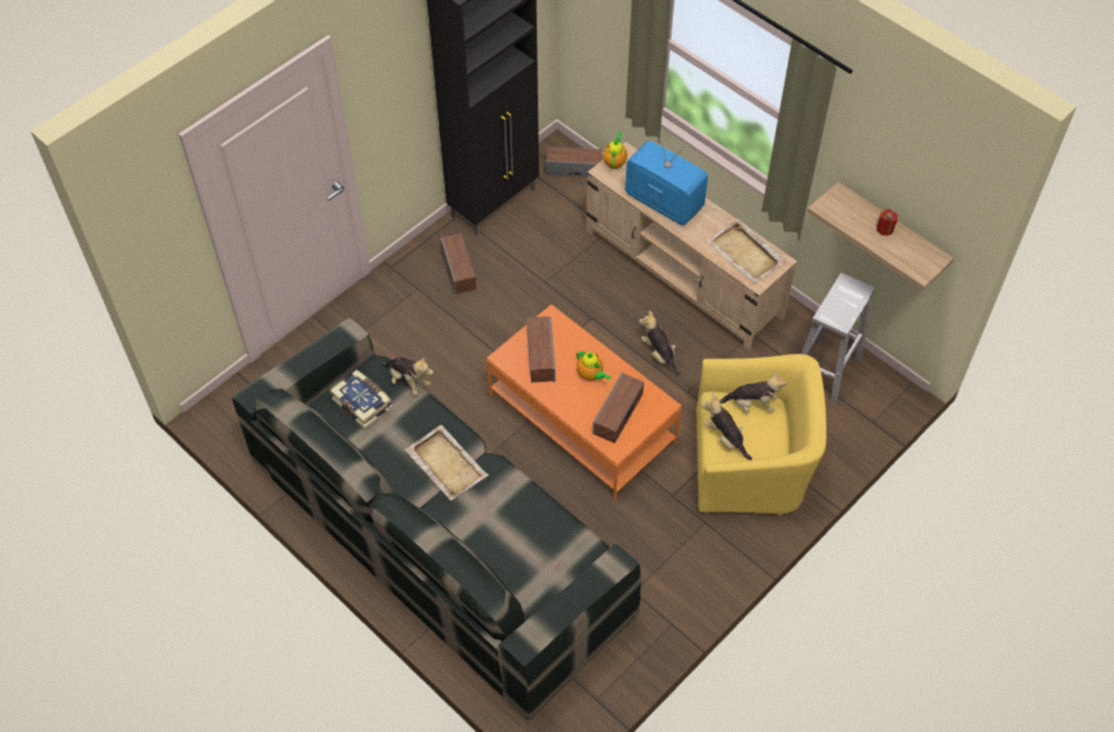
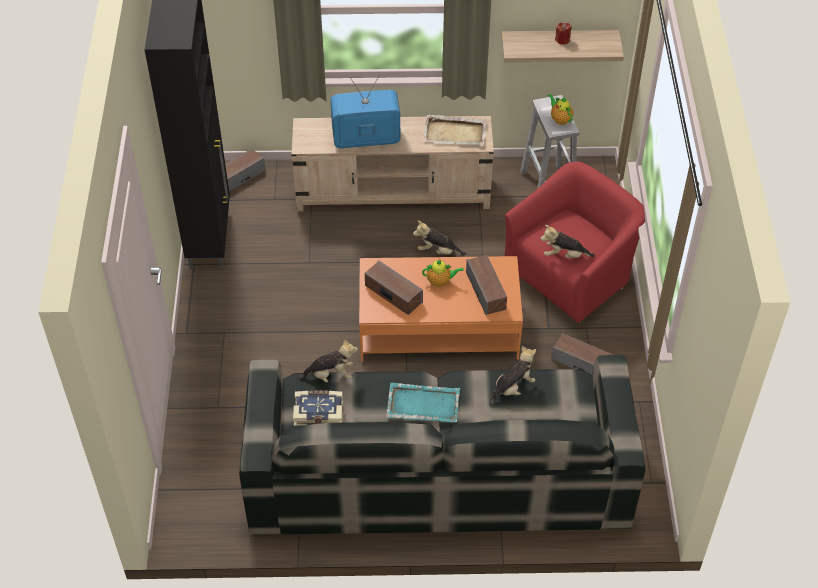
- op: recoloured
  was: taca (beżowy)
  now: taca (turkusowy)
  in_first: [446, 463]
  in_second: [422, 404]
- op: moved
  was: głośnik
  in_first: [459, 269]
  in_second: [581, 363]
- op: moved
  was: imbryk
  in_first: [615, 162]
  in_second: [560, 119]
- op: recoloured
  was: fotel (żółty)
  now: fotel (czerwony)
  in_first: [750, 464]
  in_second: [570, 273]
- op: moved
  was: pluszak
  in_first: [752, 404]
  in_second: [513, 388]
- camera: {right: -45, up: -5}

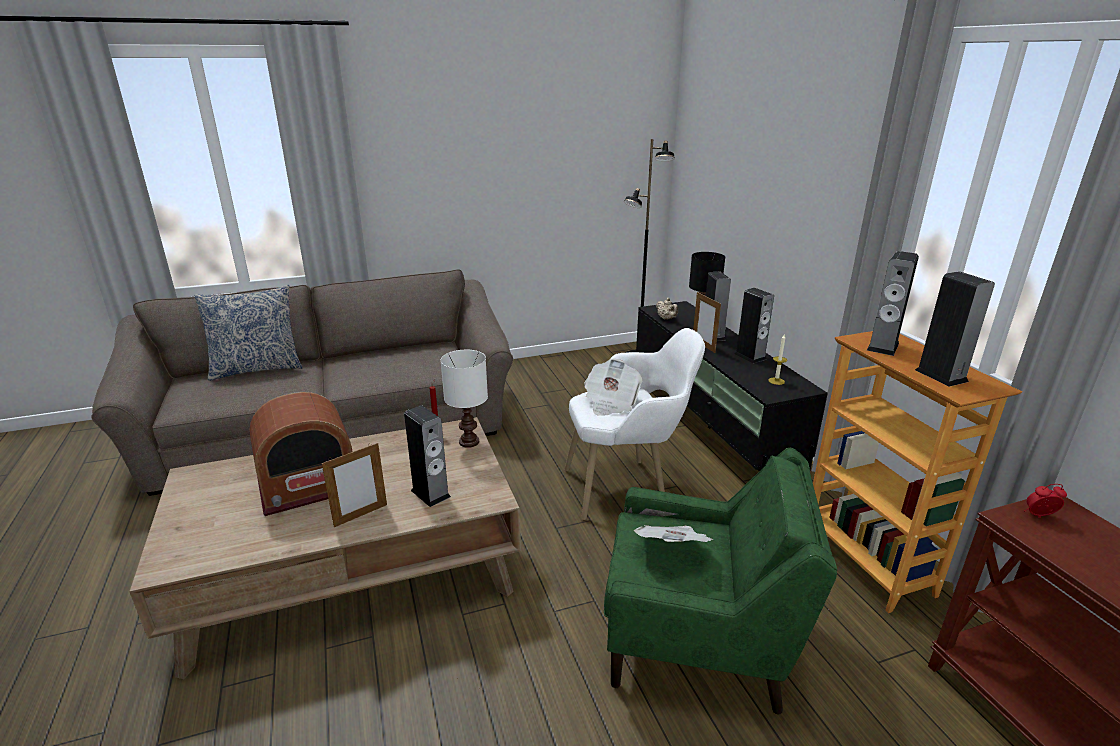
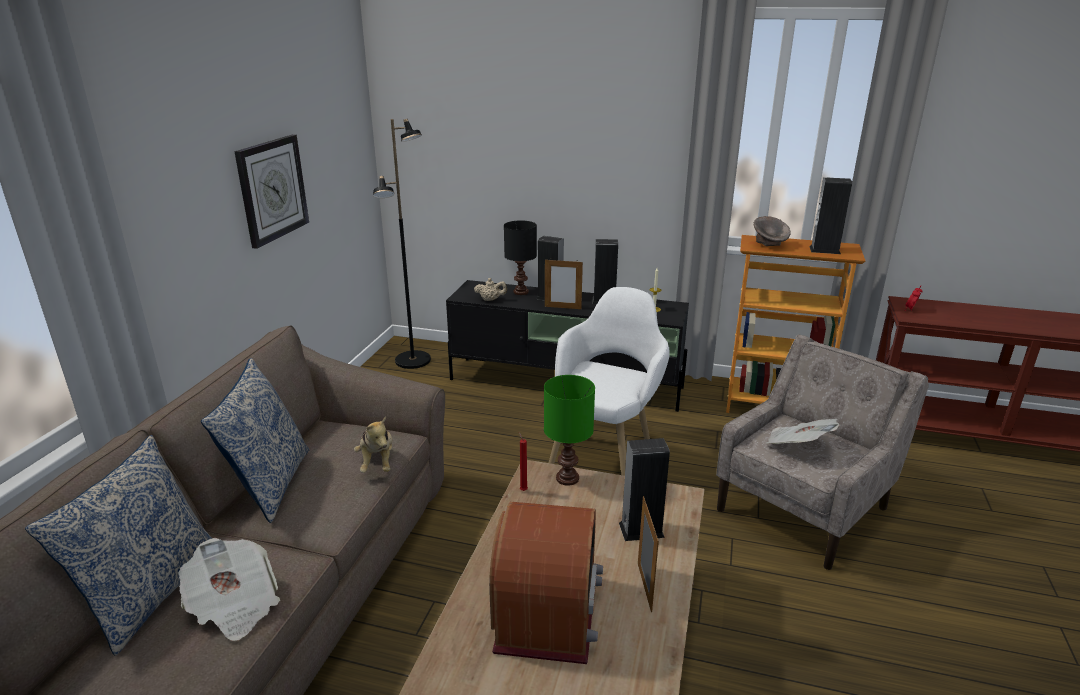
- op: recoloured
  was: lampa stołowa (biały)
  now: lampa stołowa (zielony)
  in_first: [469, 442]
  in_second: [568, 478]
- op: moved
  was: gazeta
  in_first: [611, 402]
  in_second: [234, 606]
- op: recoloured
  was: fotel (zielony)
  now: fotel (beżowy)
  in_first: [698, 639]
  in_second: [803, 508]
- op: replaced
  was: głośnik
  now: miska (szary)
  in_first: [883, 346]
  in_second: [769, 246]
- op: added
  now: poduszka
  in_second: [270, 484]
- op: added
  now: zegar ścienny
  in_second: [272, 189]
- op: added
  now: pluszak
  in_second: [377, 462]
- camera: {right: -55, up: 0}

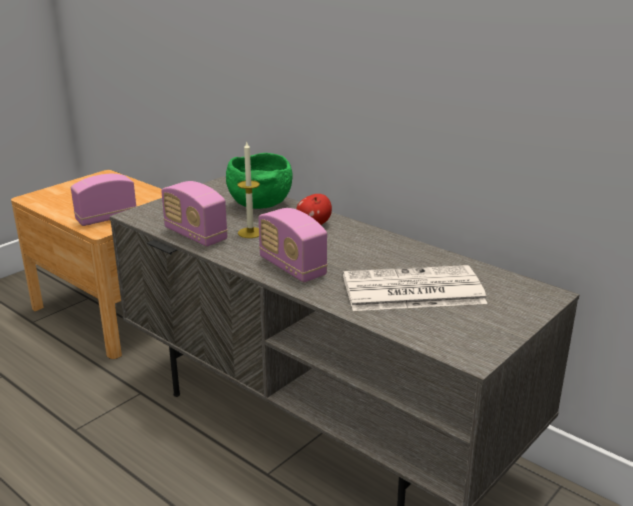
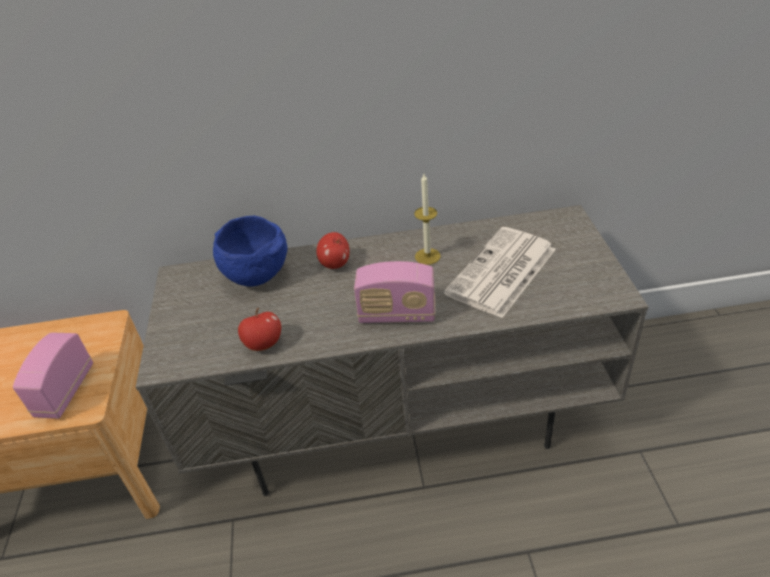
- op: replaced
  was: radio
  now: jabłko
  in_first: [195, 235]
  in_second: [263, 344]
- op: recoloured
  was: miska (zielony)
  now: miska (niebieski)
  in_first: [259, 204]
  in_second: [255, 275]
- op: moved
  was: świeca
  in_first: [250, 232]
  in_second: [427, 256]
- camera: {right: -45, up: 15}

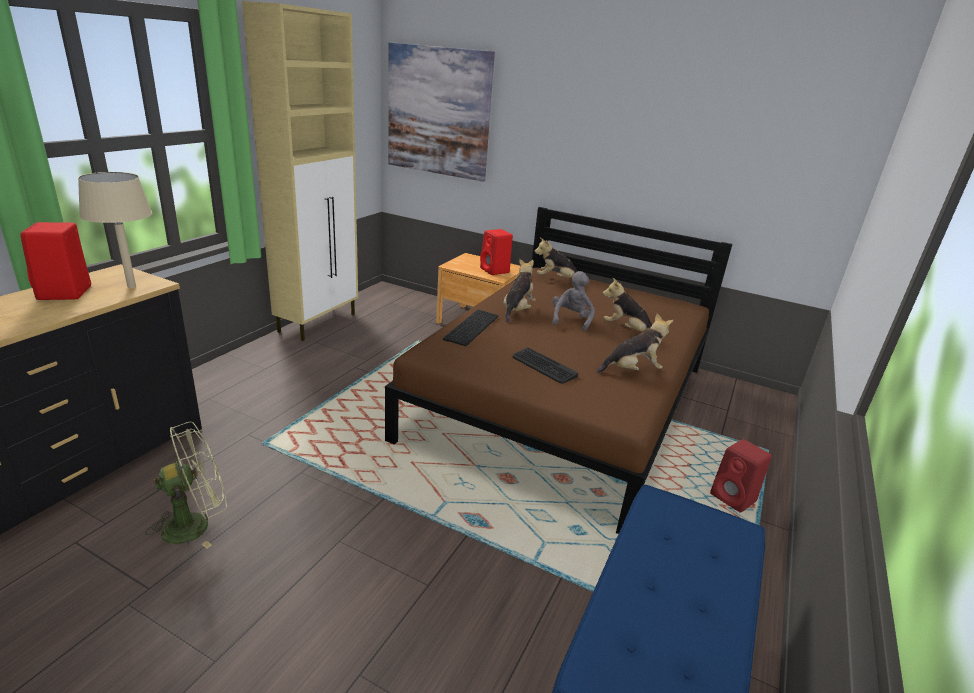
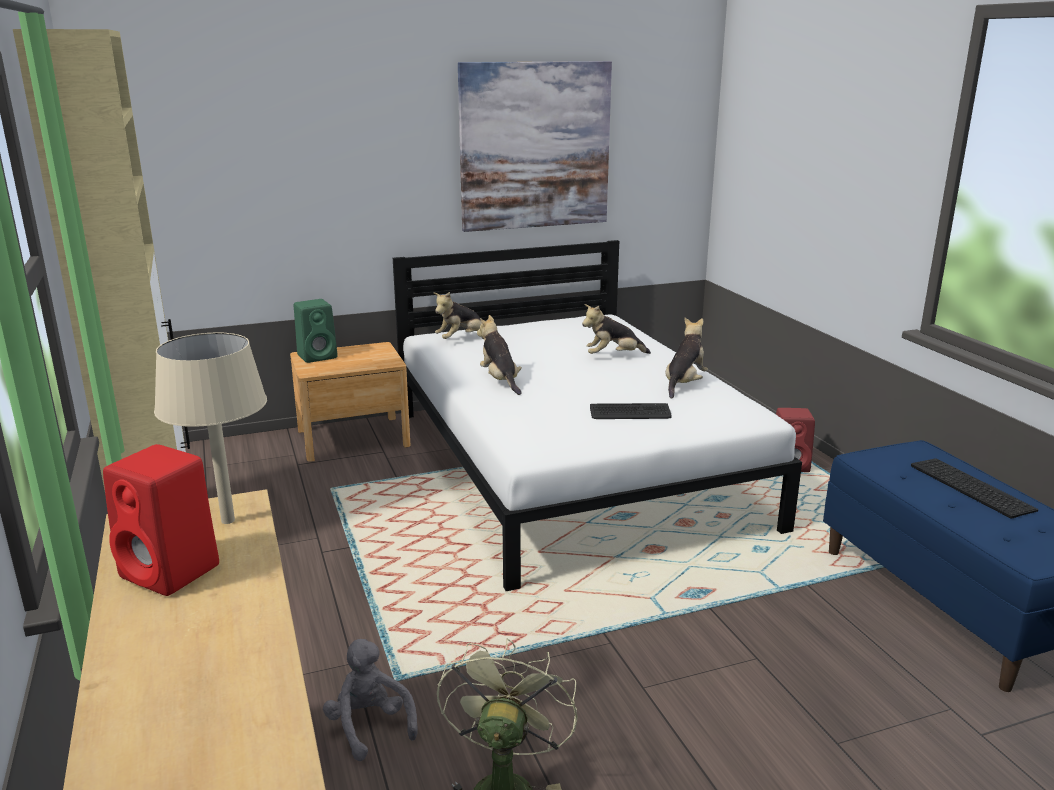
- op: recoloured
  was: łóżko (brązowy)
  now: łóżko (biały)
  in_first: [563, 401]
  in_second: [571, 467]
- op: moved
  was: obraz
  in_first: [438, 112]
  in_second: [535, 146]
- op: moved
  was: klawiatura
  in_first: [471, 326]
  in_second: [968, 487]
- op: removed
  was: głośnik (czerwony)
  in_first: [495, 271]
- op: moved
  was: pluszak (szary)
  in_first: [571, 320]
  in_second: [370, 726]
- op: added
  now: głośnik (zielony)
  in_second: [318, 356]
- camera: {right: -45, up: -5}

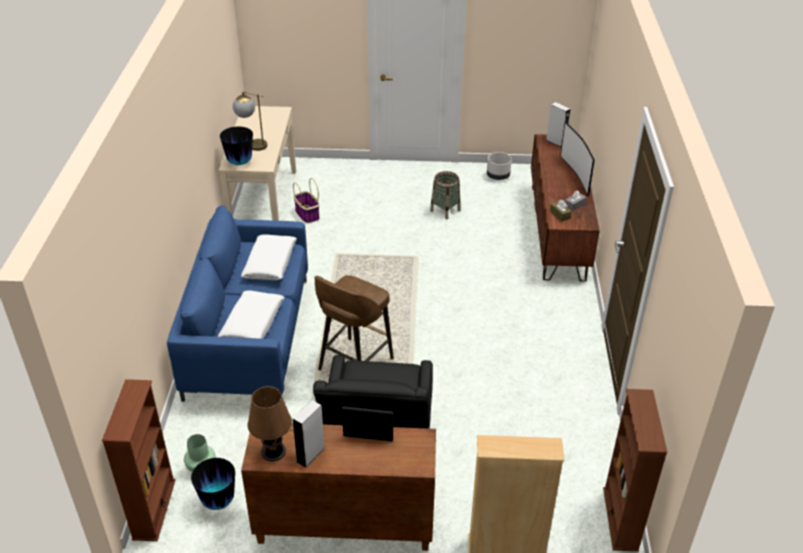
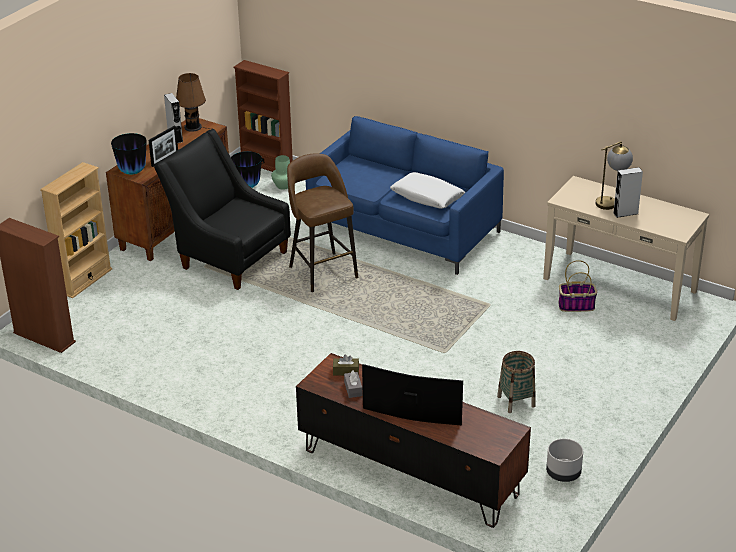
- op: removed
  was: poduszka (biały)
  in_first: [252, 323]
- op: moved
  was: wazon
  in_first: [239, 163]
  in_second: [132, 172]
- op: moved
  was: głośnik (szary)
  in_first: [555, 142]
  in_second: [625, 213]
- camera: {right: 120, up: -5}

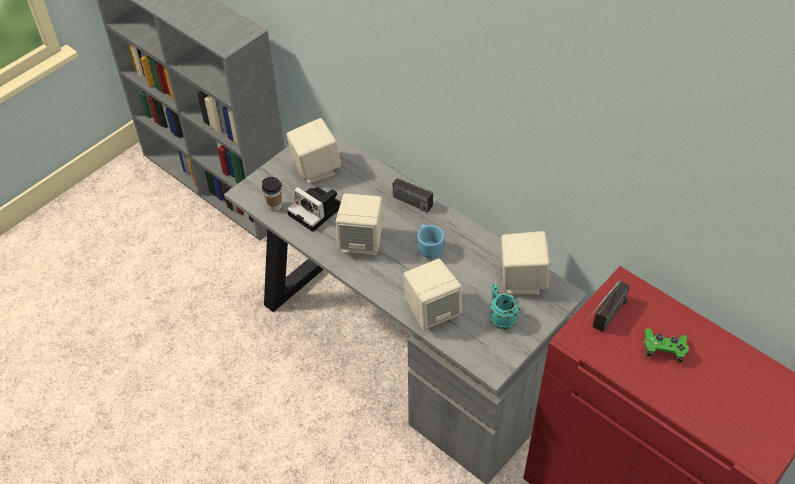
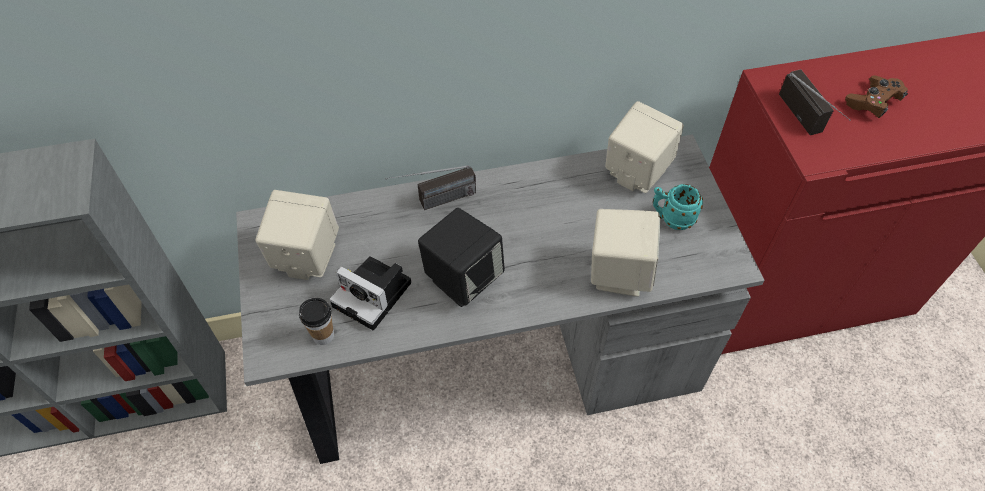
- op: turned
  was: aparat fotograficzny
  in_first: [317, 211]
  in_second: [375, 295]
  clockwise: 45
- op: recoloured
  was: głośnik (beżowy)
  now: głośnik (czarny)
  in_first: [361, 242]
  in_second: [463, 278]
- op: removed
  was: kubek (niebieski)
  in_first: [429, 247]
- op: recoloured
  was: pad do gier (zielony)
  now: pad do gier (brązowy)
  in_first: [663, 349]
  in_second: [872, 102]
- camera: {right: -55, up: 5}

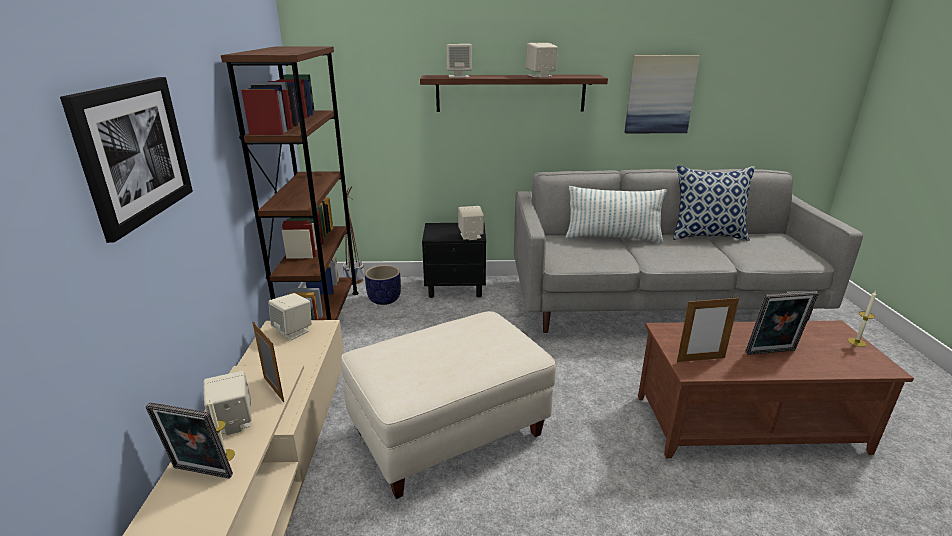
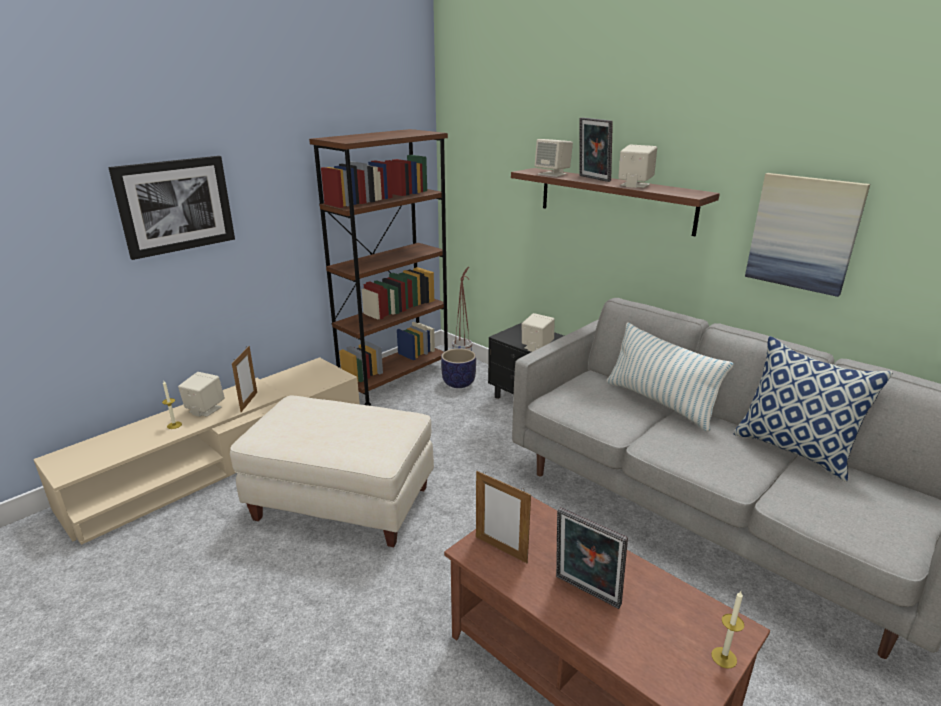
- op: moved
  was: ramka na zdjęcie
  in_first: [200, 474]
  in_second: [592, 178]
- op: removed
  was: głośnik (beżowy)
  in_first: [294, 331]
- camera: {right: 45, up: 0}

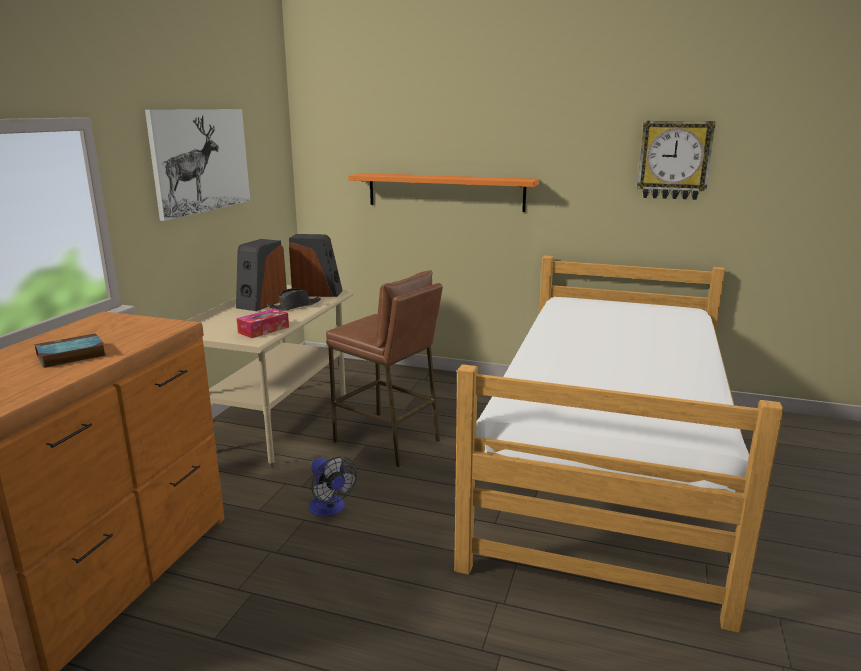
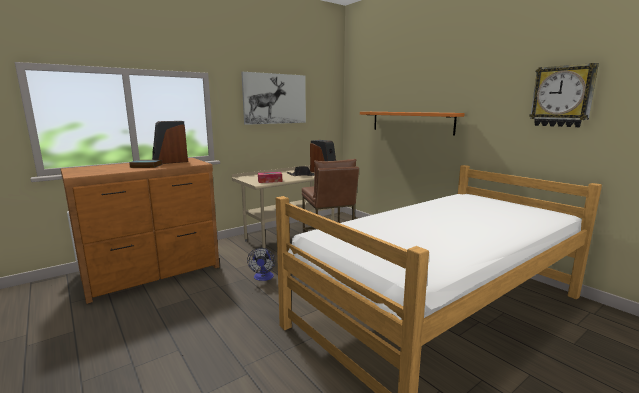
- op: moved
  was: głośnik
  in_first: [261, 303]
  in_second: [170, 161]
- camera: {right: 35, up: -5}

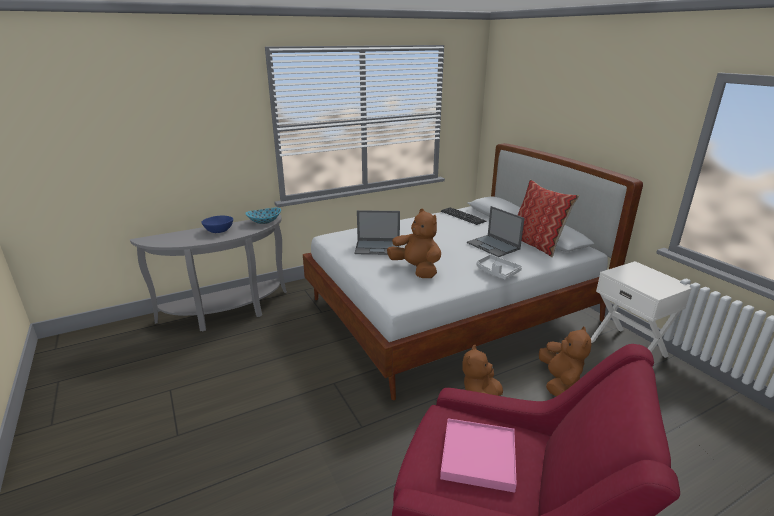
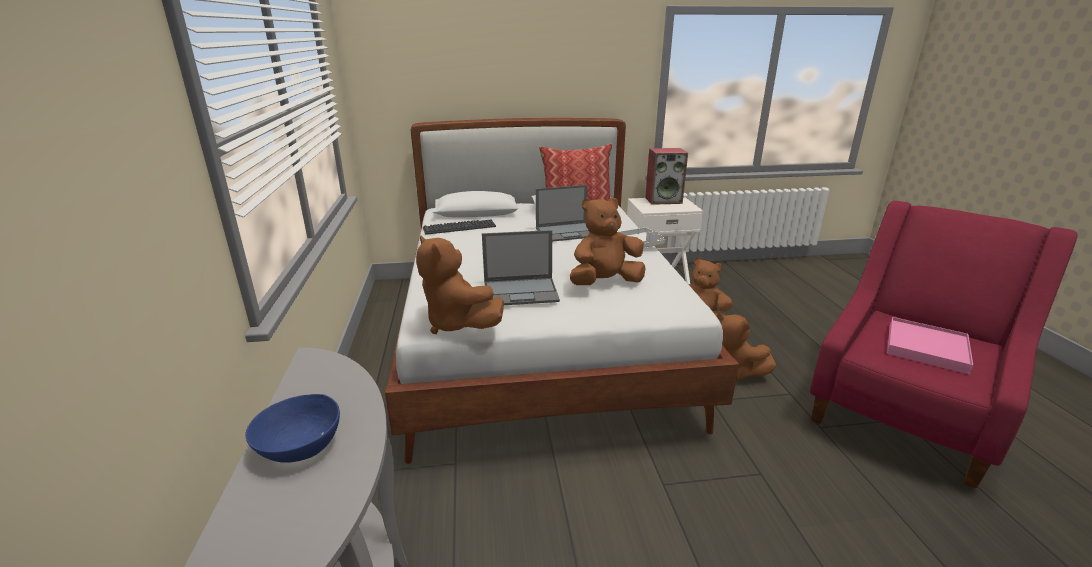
- op: removed
  was: miska
  in_first: [264, 222]
- op: turned
  was: laptop
  in_first: [378, 247]
  in_second: [521, 292]
  clockwise: 60
- op: added
  now: pluszak (brązowy)
  in_second: [457, 323]
- op: added
  now: głośnik
  in_second: [663, 200]
- camera: {right: -70, up: 0}

